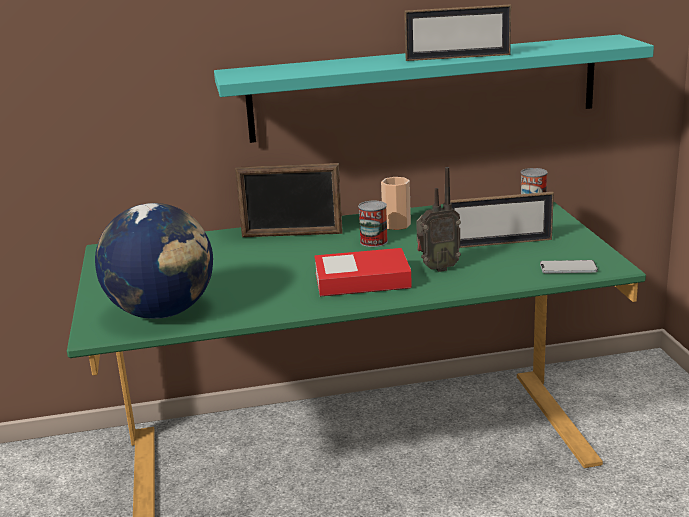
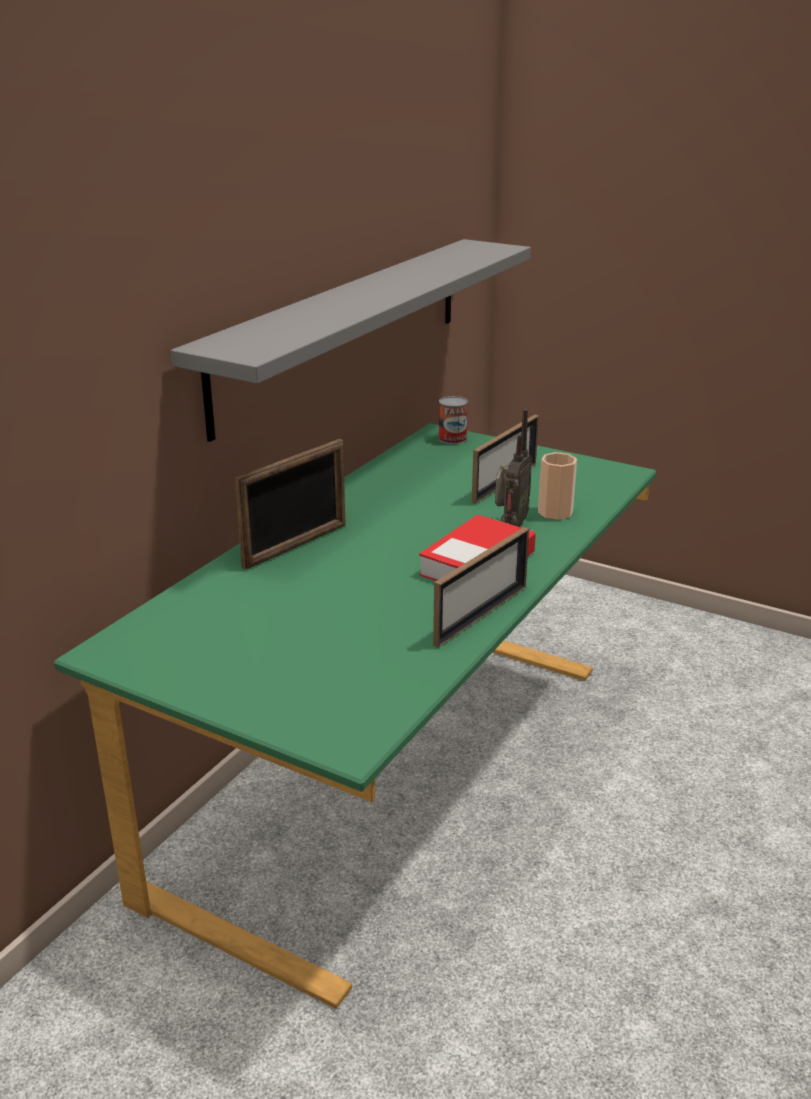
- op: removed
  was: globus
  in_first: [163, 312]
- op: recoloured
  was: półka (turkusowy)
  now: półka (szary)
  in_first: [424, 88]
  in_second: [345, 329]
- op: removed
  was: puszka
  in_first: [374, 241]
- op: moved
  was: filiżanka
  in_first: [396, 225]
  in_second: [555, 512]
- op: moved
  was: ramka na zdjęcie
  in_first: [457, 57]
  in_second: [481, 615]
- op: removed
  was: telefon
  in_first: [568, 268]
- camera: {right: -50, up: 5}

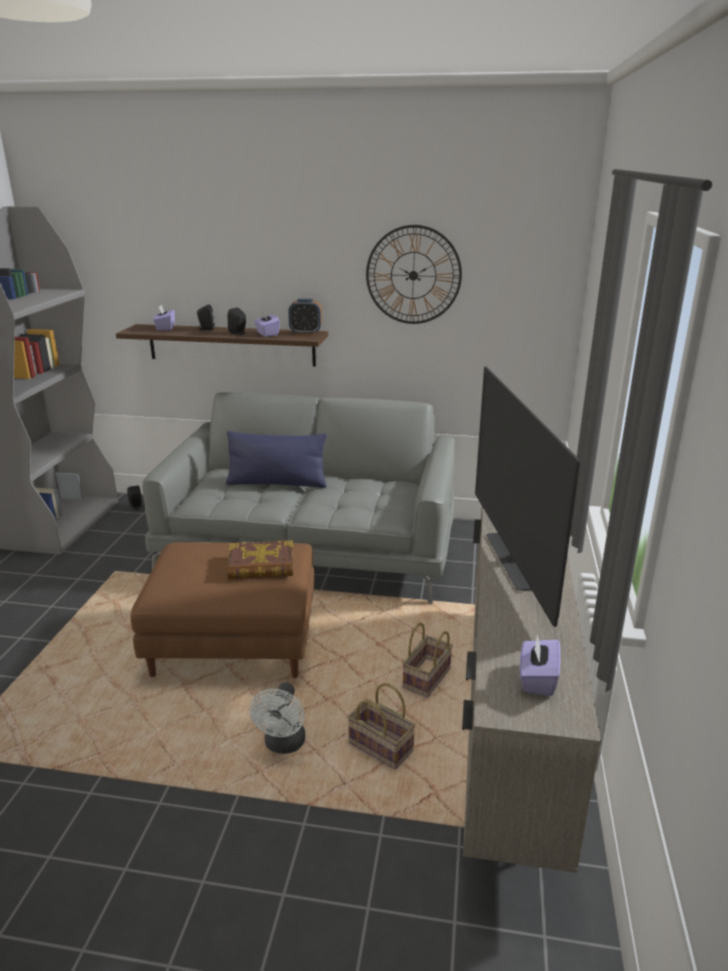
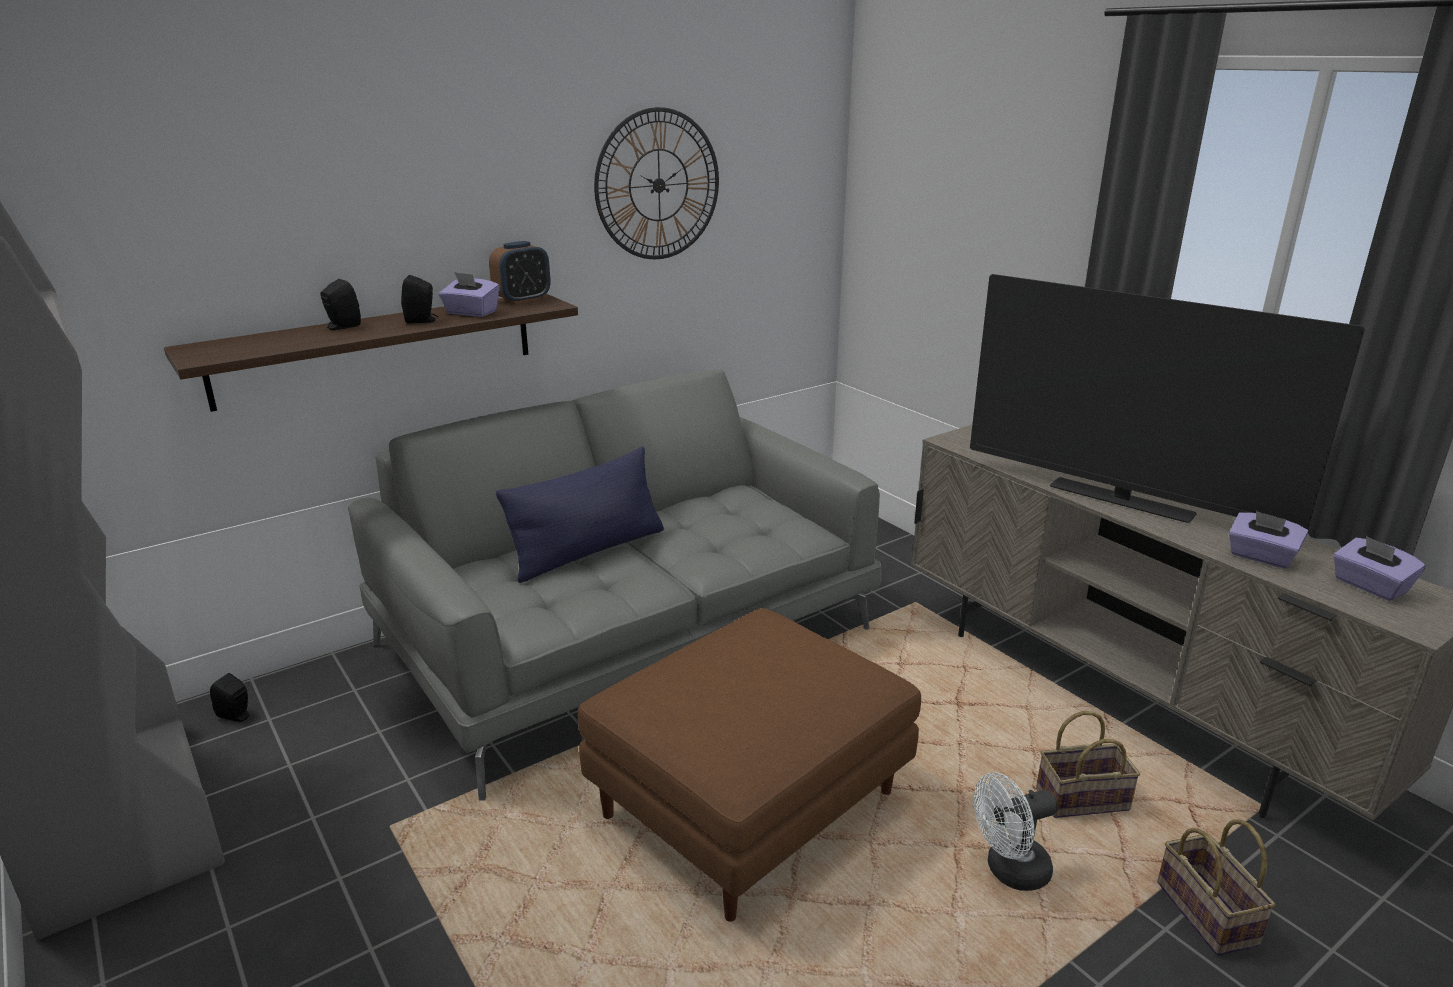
- op: moved
  was: pudełko chusteczek (fioletowy)
  in_first: [165, 328]
  in_second: [1261, 557]
- op: removed
  was: książka
  in_first: [261, 566]
- op: turned
  was: wentylator (biały)
  in_first: [283, 745]
  in_second: [1009, 871]
  clockwise: 105
- op: moved
  was: koszyk
  in_first: [427, 680]
  in_second: [1209, 915]
- camera: {right: -45, up: 0}

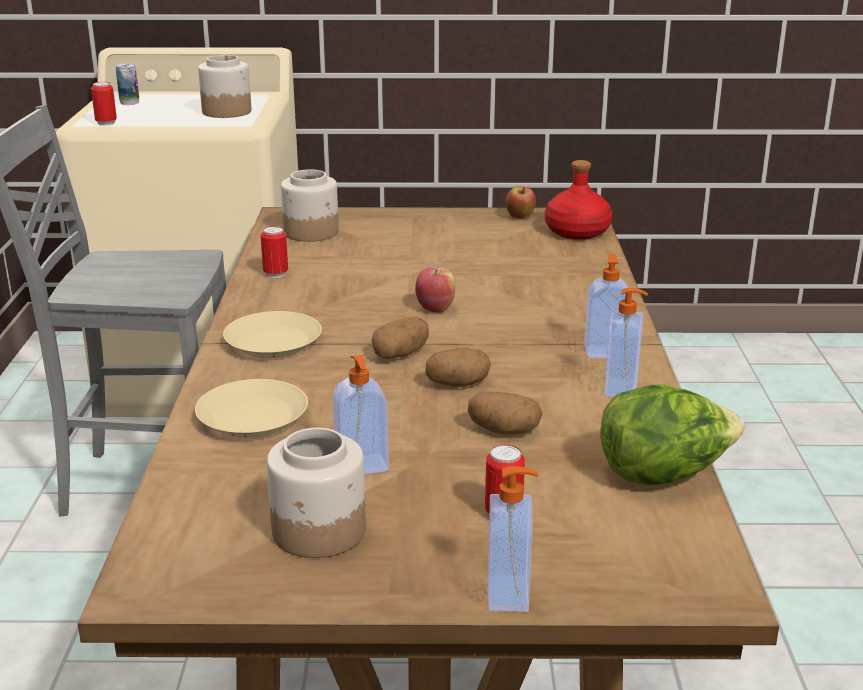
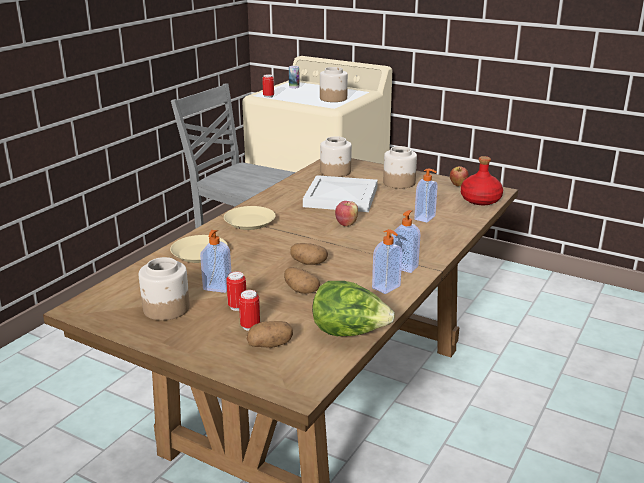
- op: moved
  was: puszka
  in_first: [275, 274]
  in_second: [237, 306]
- op: moved
  was: ziemniak
  in_first: [400, 354]
  in_second: [270, 345]
- op: moved
  was: dozownik mydła
  in_first: [510, 594]
  in_second: [425, 218]
- op: added
  now: taca (biały)
  in_second: [342, 197]
- op: added
  now: słoik
  in_second: [398, 183]
- camera: {right: 30, up: 0}

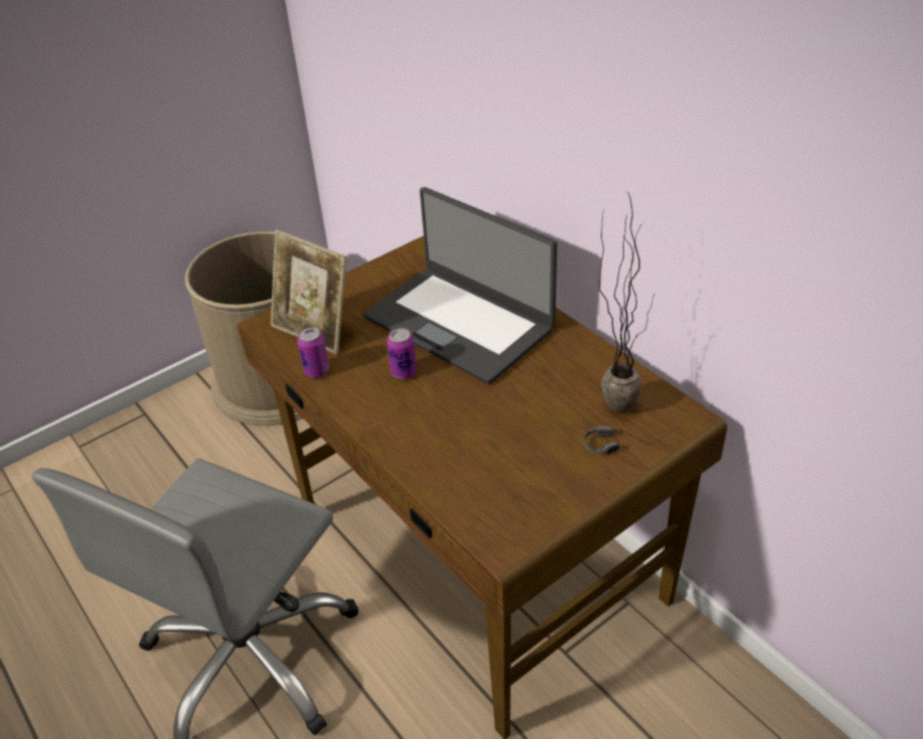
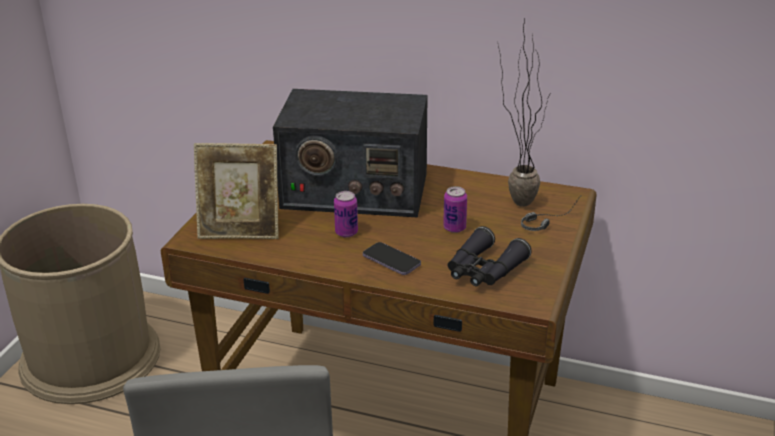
- op: moved
  was: puszka
  in_first: [317, 371]
  in_second: [454, 228]
- op: replaced
  was: laptop
  now: radio
  in_first: [460, 322]
  in_second: [353, 191]
- op: added
  now: telefon
  in_second: [391, 260]
- op: added
  now: lornetka (czarny)
  in_second: [484, 270]
- camera: {right: -35, up: -10}

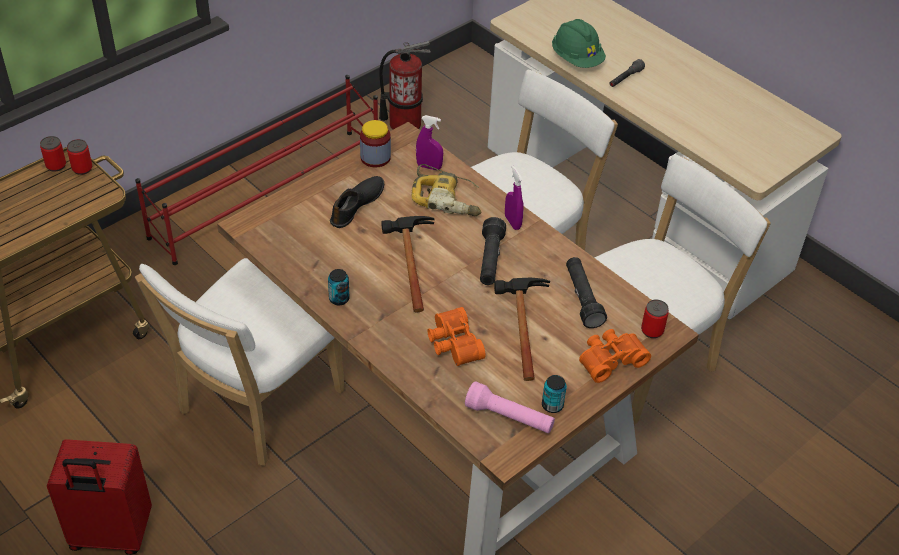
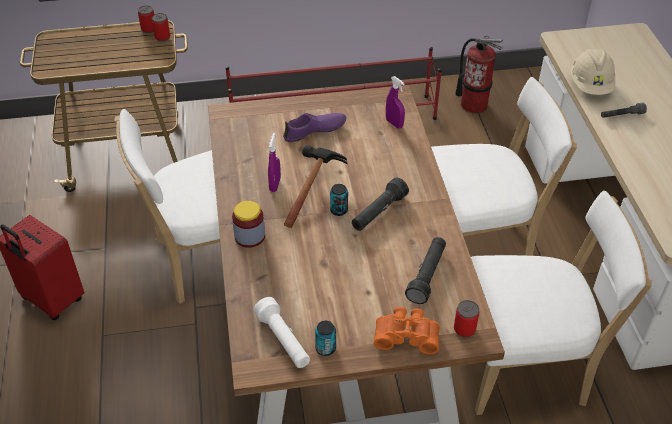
- op: moved
  was: puszka
  in_first: [339, 299]
  in_second: [338, 210]
- op: recoloured
  was: but (czarny)
  now: but (fioletowy)
  in_first: [357, 205]
  in_second: [315, 131]
- op: moved
  was: słoik
  in_first: [375, 158]
  in_second: [249, 236]
- op: removed
  was: wiertarka
  in_first: [447, 198]
- op: removed
  was: lornetka (pomarańczowy)
  in_first: [452, 344]
- op: recoloured
  was: latarka (różowy)
  now: latarka (biały)
  in_first: [509, 417]
  in_second: [283, 340]
- op: removed
  was: młotek
  in_first: [519, 329]
- op: moved
  was: spryskiwacz (fioletowy)
  in_first: [512, 222]
  in_second: [275, 185]
- op: recoloured
  was: kask (zielony)
  now: kask (beżowy)
  in_first: [576, 59]
  in_second: [590, 85]
- camera: {right: 35, up: 0}

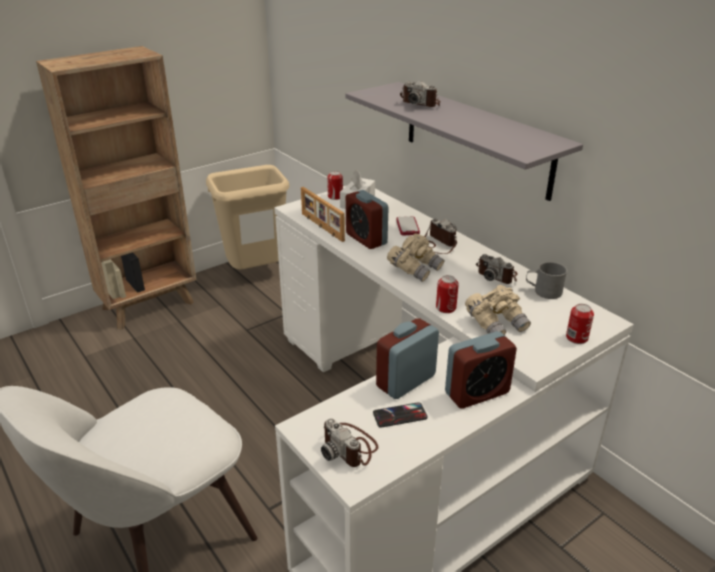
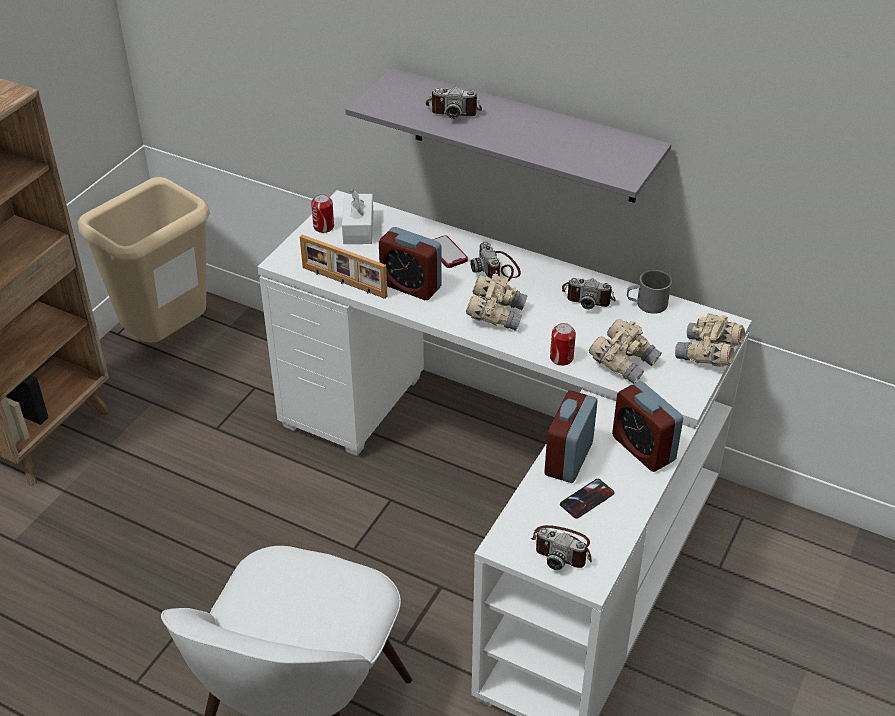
- op: turned
  was: aparat fotograficzny
  in_first: [437, 244]
  in_second: [497, 269]
  clockwise: -135
- op: turned
  was: budzik
  in_first: [477, 393]
  in_second: [643, 449]
  clockwise: 105
- op: replaced
  was: puszka
  now: lornetka (beżowy)
  in_first: [576, 338]
  in_second: [708, 355]
- camera: {right: -25, up: 10}

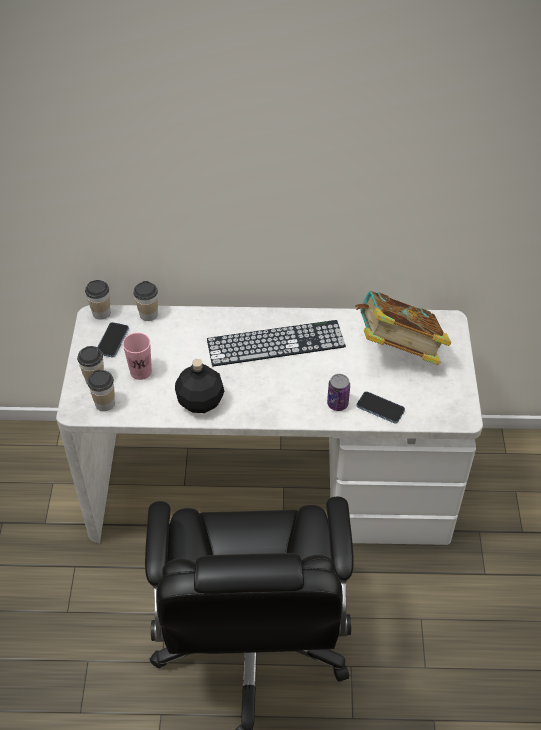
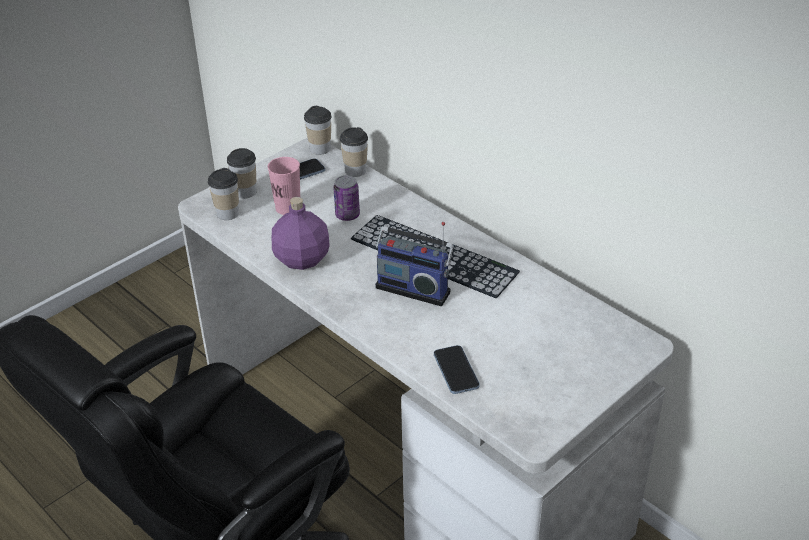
- op: recoloured
  was: butelka (czarny)
  now: butelka (fioletowy)
  in_first: [200, 402]
  in_second: [301, 259]
- op: moved
  was: puszka
  in_first: [337, 403]
  in_second: [347, 215]
- op: removed
  was: książka
  in_first: [397, 349]
- op: added
  now: radio
  in_second: [414, 287]
- camera: {right: 45, up: -10}

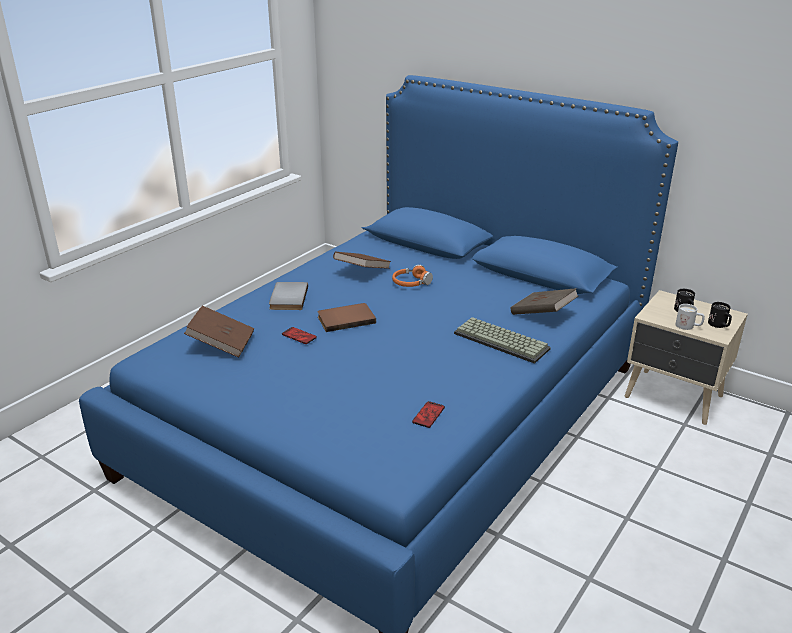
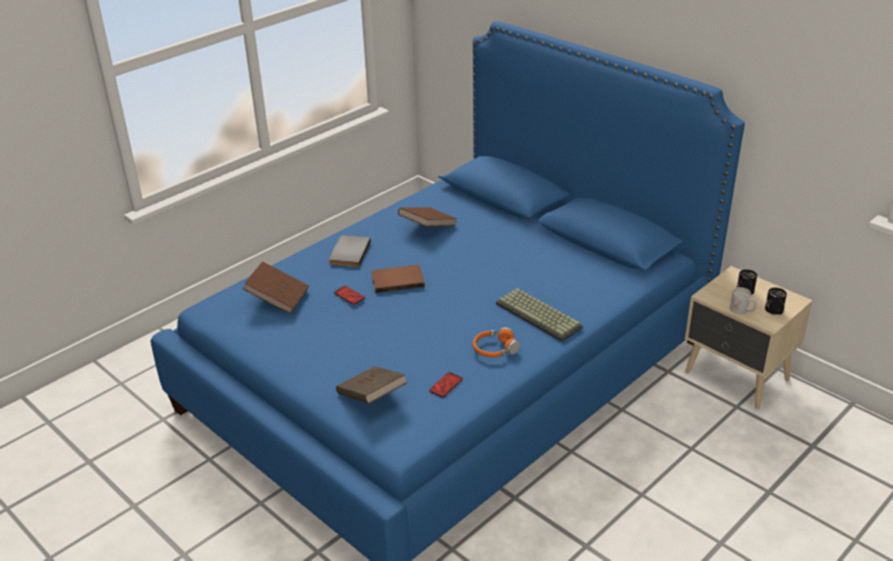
- op: moved
  was: słuchawki (pomarańczowy)
  in_first: [411, 283]
  in_second: [495, 349]
- op: moved
  was: książka (brązowy)
  in_first: [542, 314]
  in_second: [372, 397]
- camera: {right: 10, up: 5}

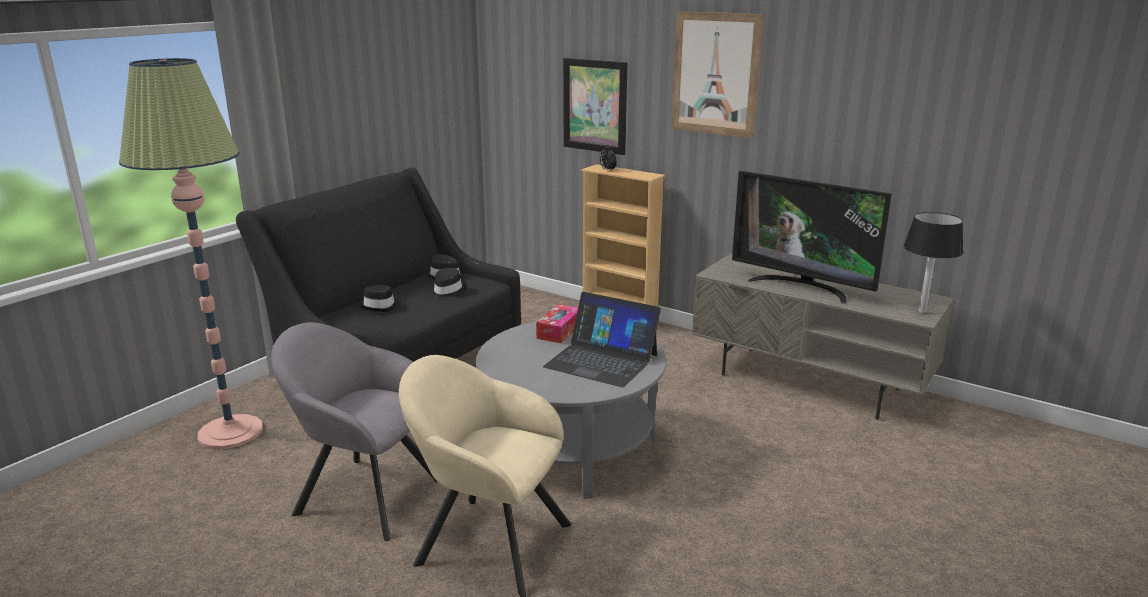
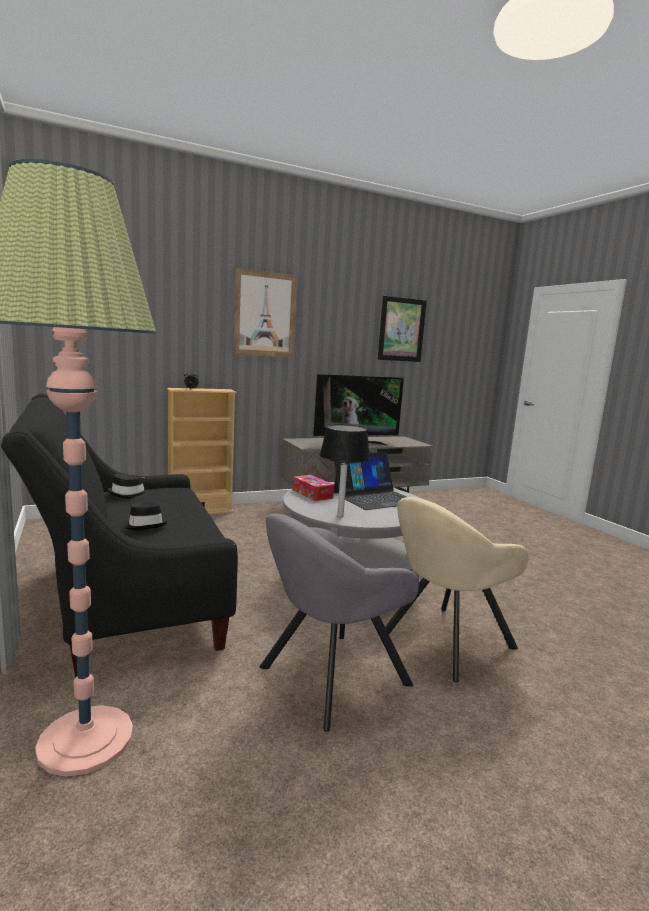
- op: removed
  was: kapelusz (czarny)
  in_first: [446, 292]
- op: moved
  was: obraz
  in_first: [595, 106]
  in_second: [401, 329]
- op: moved
  was: lampa stołowa (czarny)
  in_first: [921, 312]
  in_second: [340, 516]
- camera: {right: -60, up: -10}

